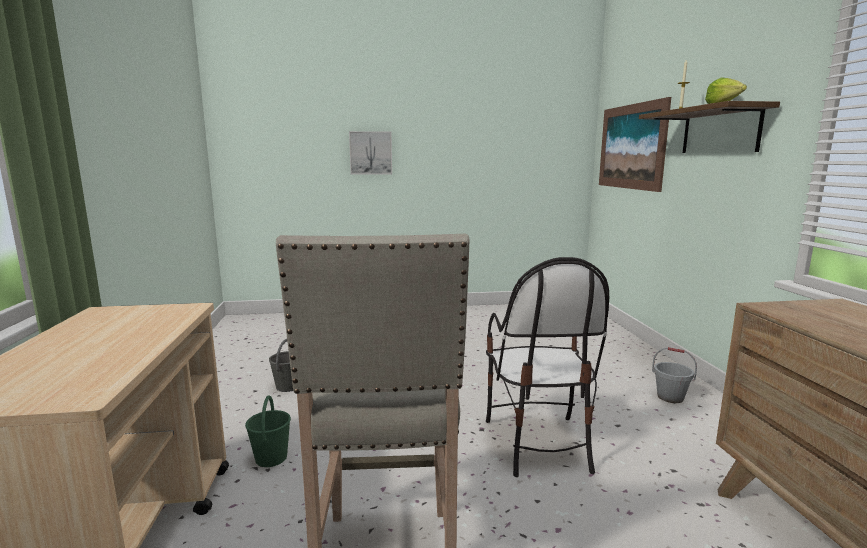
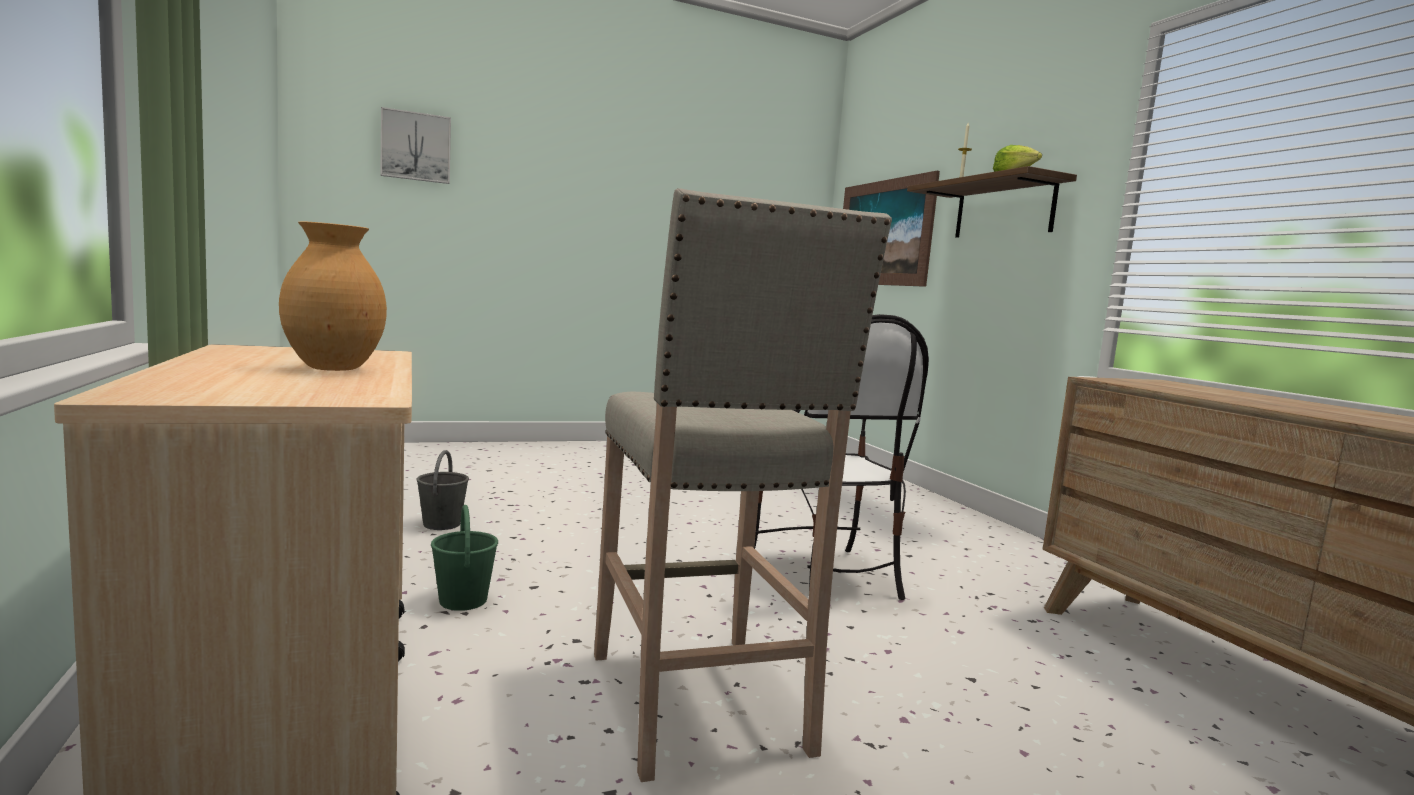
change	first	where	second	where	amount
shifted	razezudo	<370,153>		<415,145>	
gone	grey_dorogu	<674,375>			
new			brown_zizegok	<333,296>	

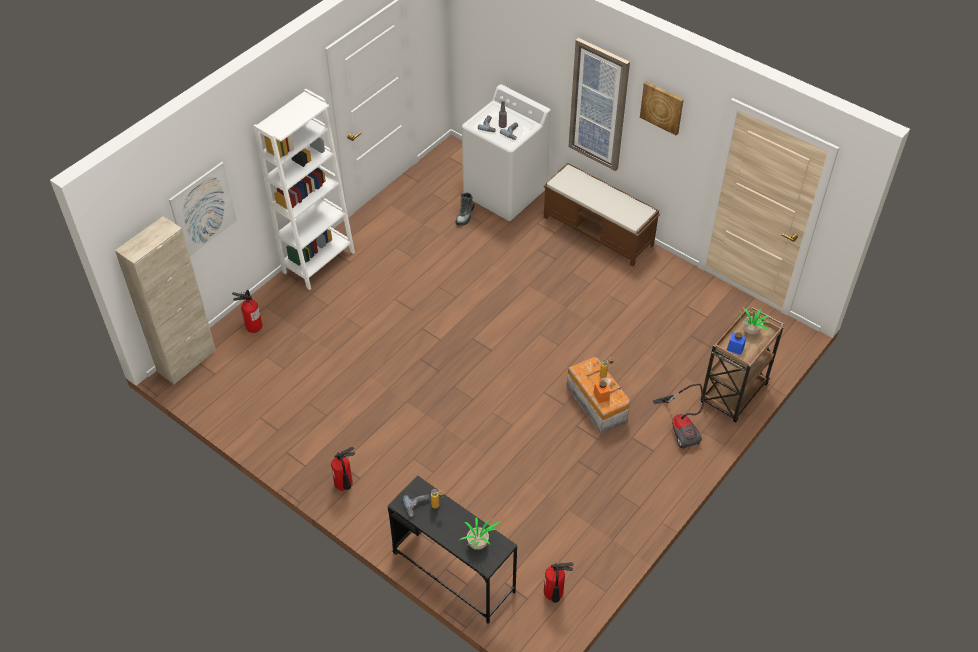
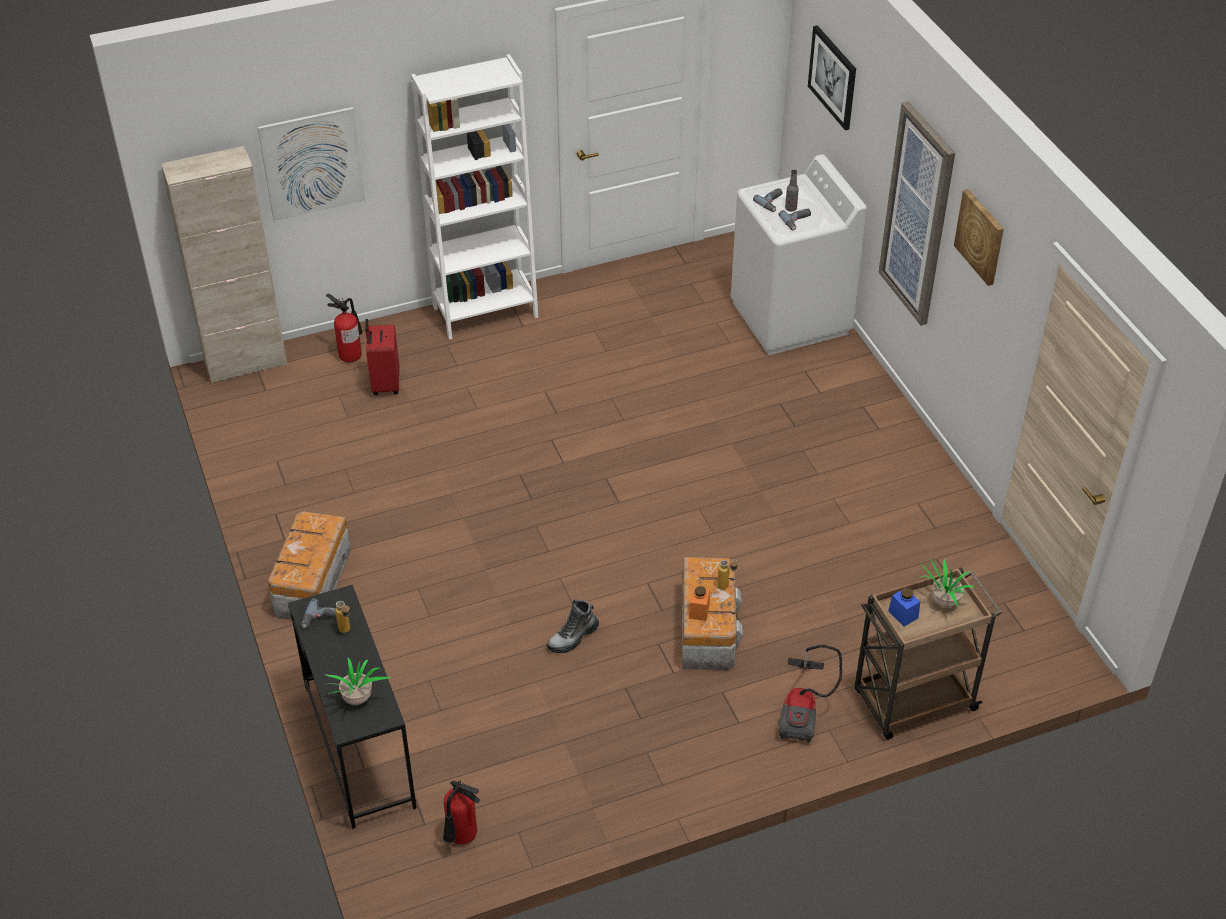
change	first	where	second	where	amount
gone	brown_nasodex	<602,215>			
shifted	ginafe	<465,209>		<573,626>	
swapped	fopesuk	<343,469>	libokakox	<309,565>	
new			razezudo	<832,77>	
new			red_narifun	<382,357>	

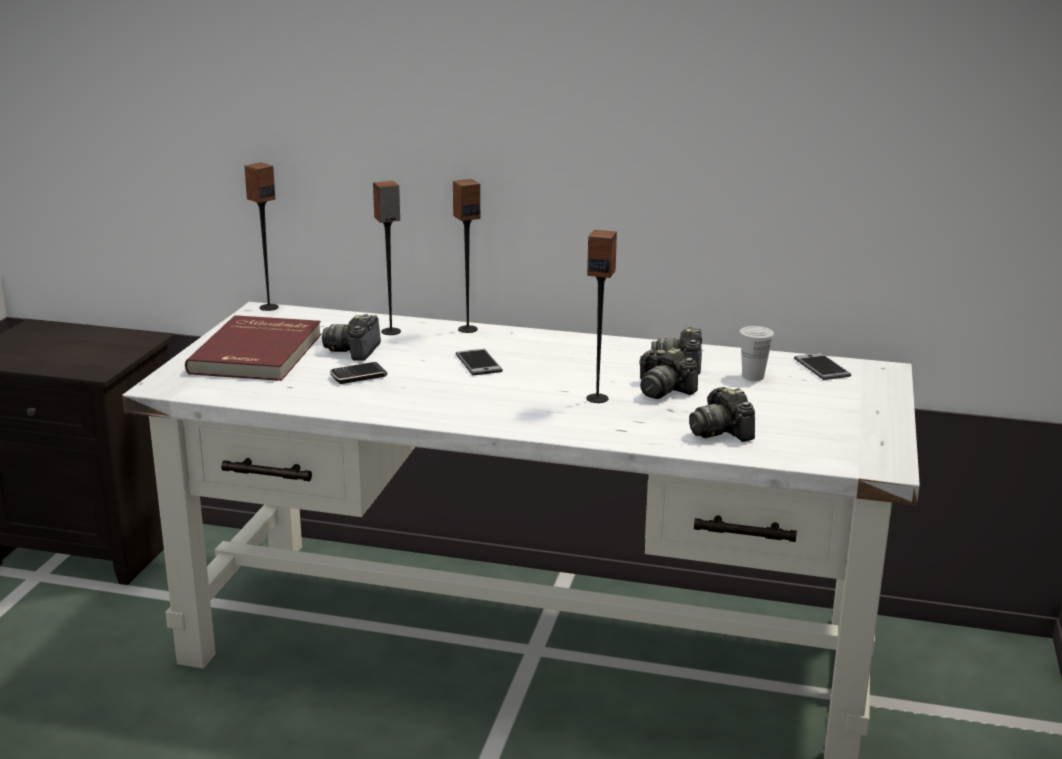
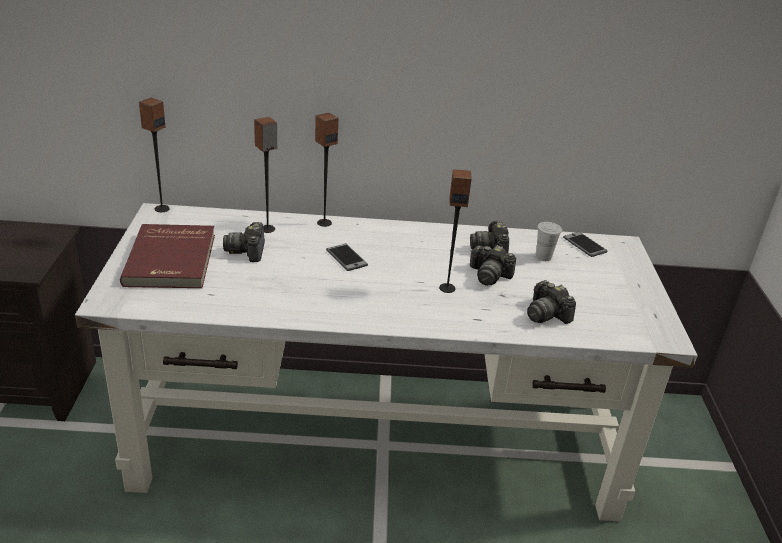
change	first	where	second	where	amount
gone	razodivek	<359,373>			

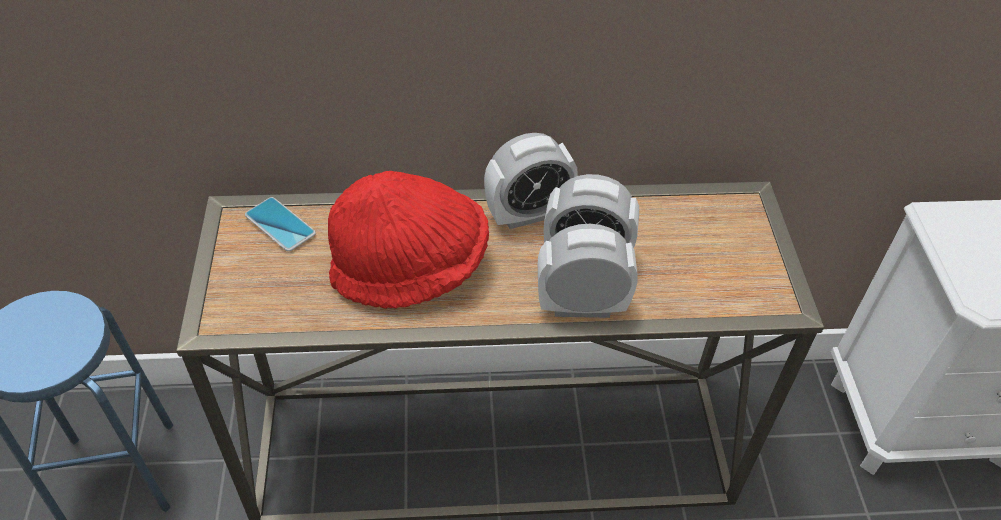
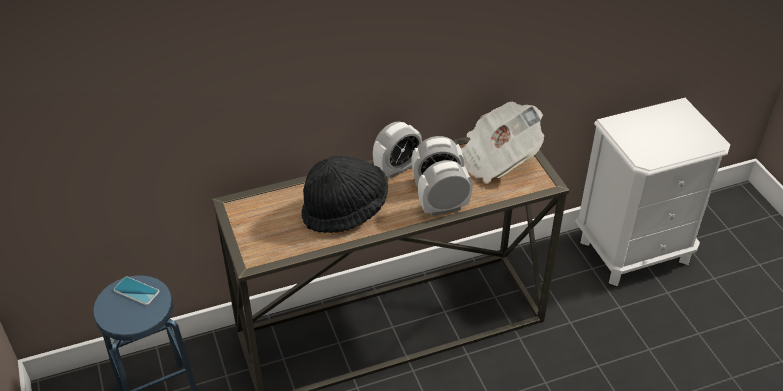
change	first	where	second	where	amount
repainted	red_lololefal	<408,240>	black_lololefal	<344,194>	
shifted	razodivek	<280,224>		<136,290>	
new			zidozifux	<502,142>	

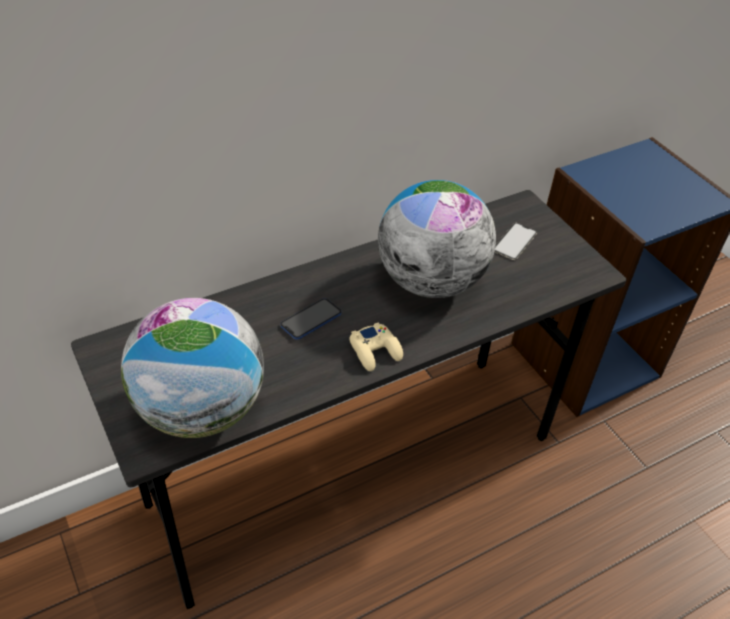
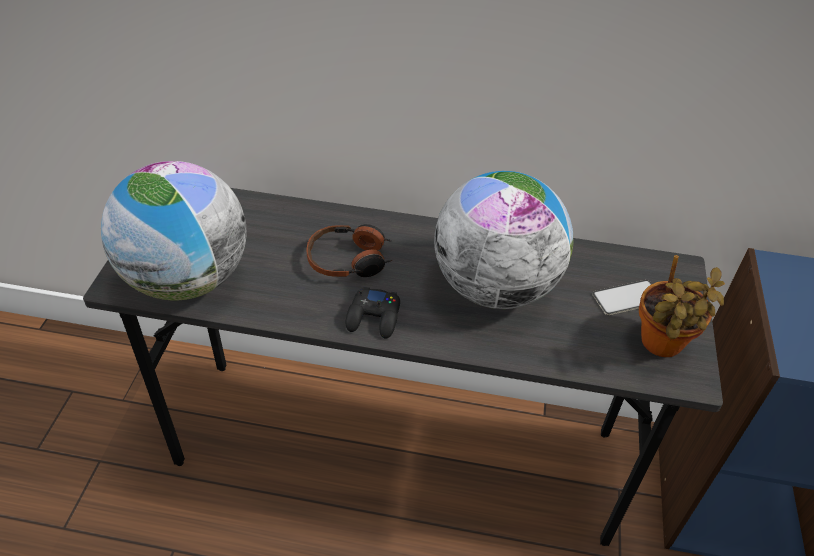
change	first	where	second	where	amount
swapped	razodivek	<310,319>	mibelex	<349,250>	
repainted	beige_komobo	<376,347>	black_komobo	<373,313>	
new			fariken	<682,306>	

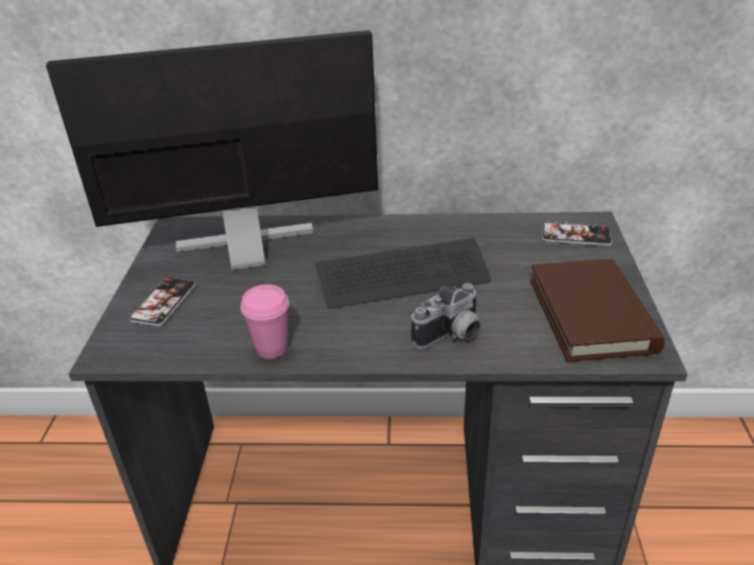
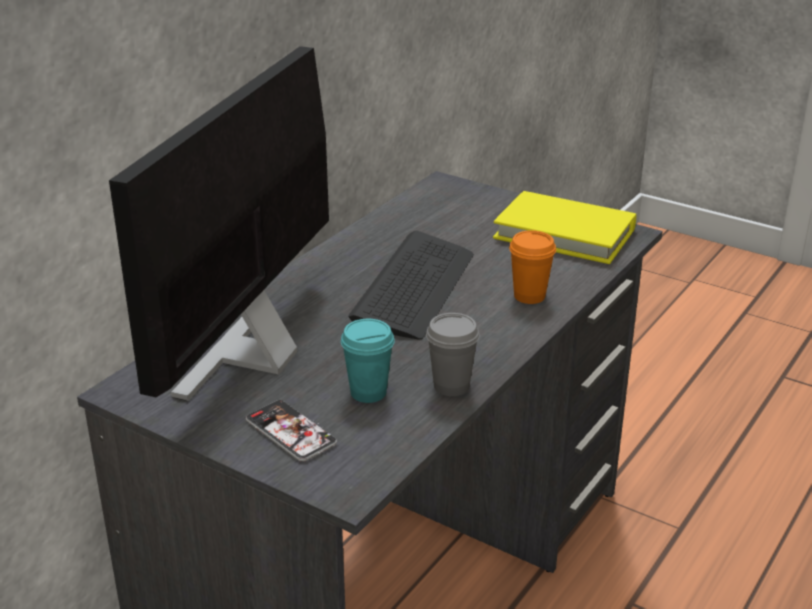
change	first	where	second	where	amount
gone	razodivek	<577,233>			
repainted	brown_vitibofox	<597,310>	yellow_vitibofox	<564,227>	
swapped	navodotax	<446,316>	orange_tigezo	<532,267>	
repainted	pink_tigezo	<265,321>	grey_tigezo	<453,354>	
new			turquoise_tigezo	<368,361>	

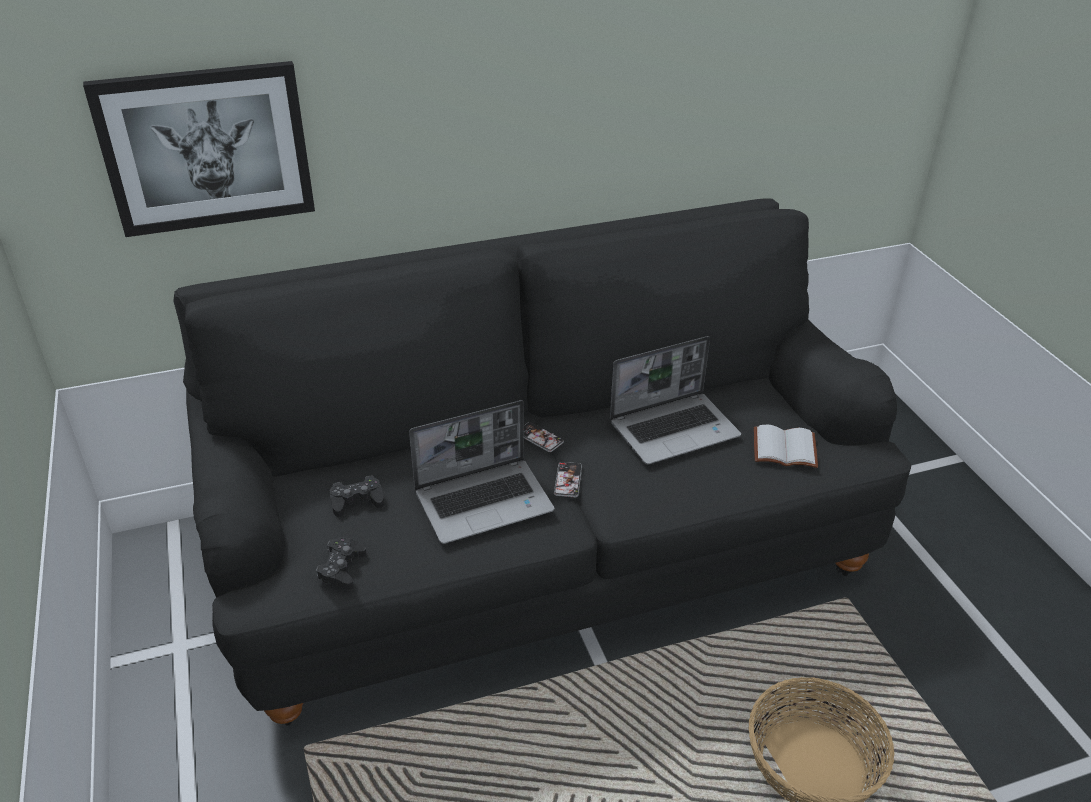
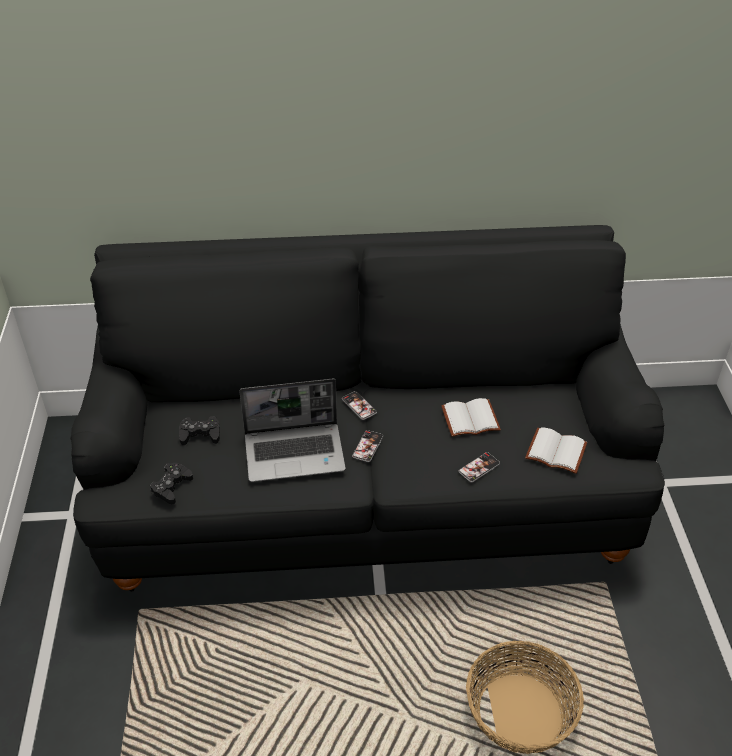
change	first	where	second	where	amount
gone	razezudo	<199,149>			
swapped	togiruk	<675,400>	white_vitibofox	<471,417>	
new			razodivek	<479,467>	

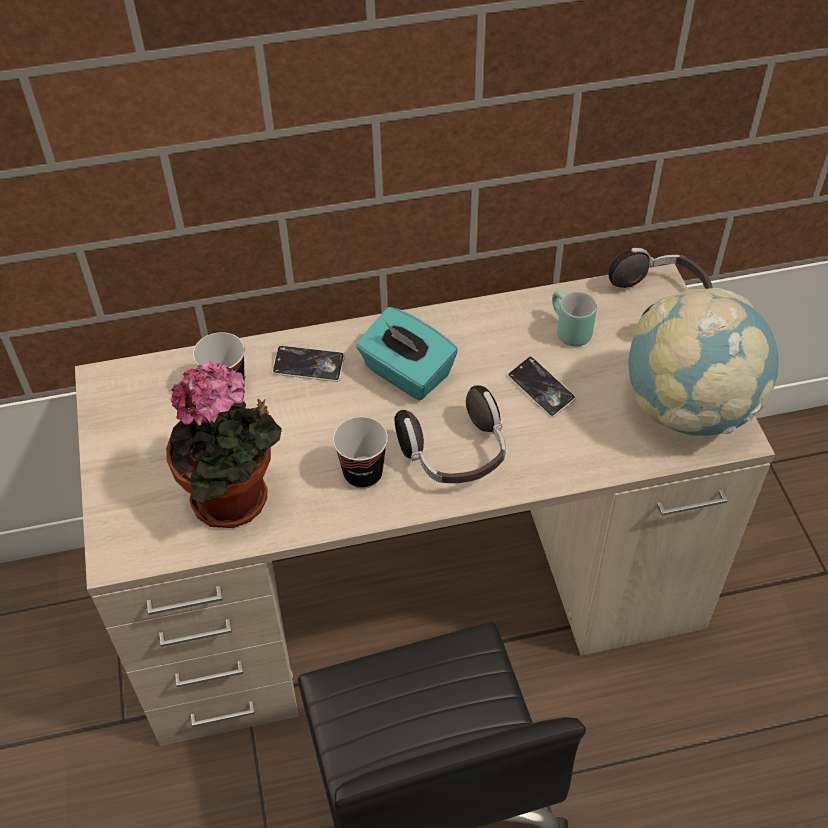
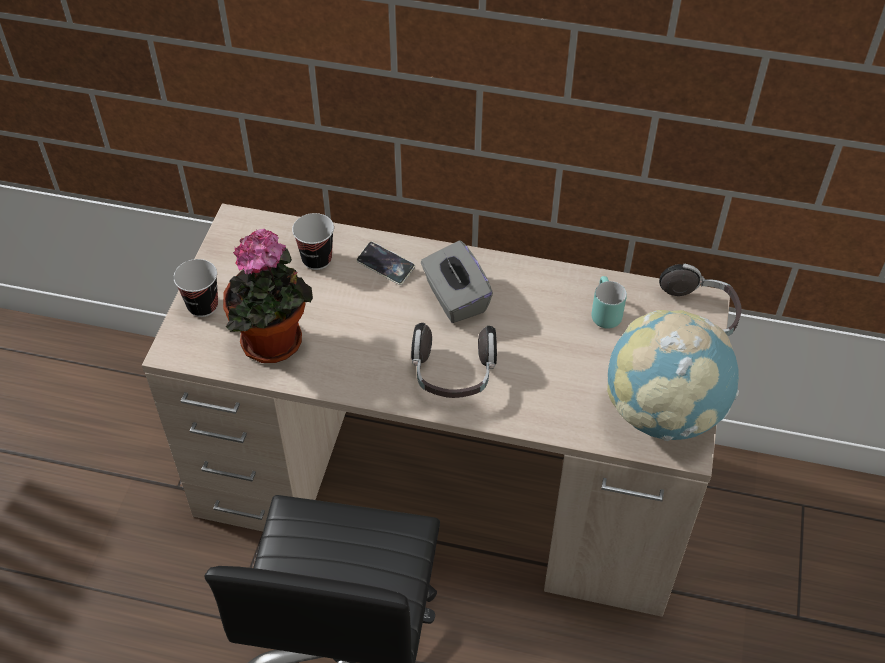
change	first	where	second	where	amount
repainted	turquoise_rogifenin	<407,353>	grey_rogifenin	<457,281>	
gone	razodivek	<542,387>			
shifted	tigezo	<360,453>		<195,288>	

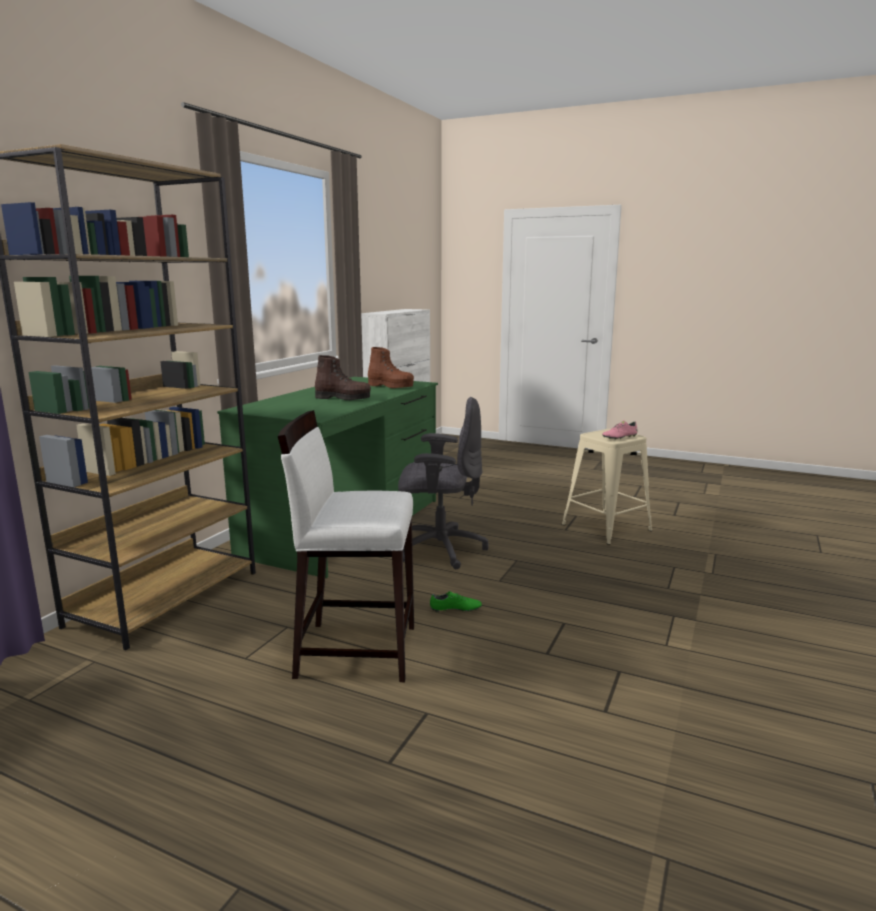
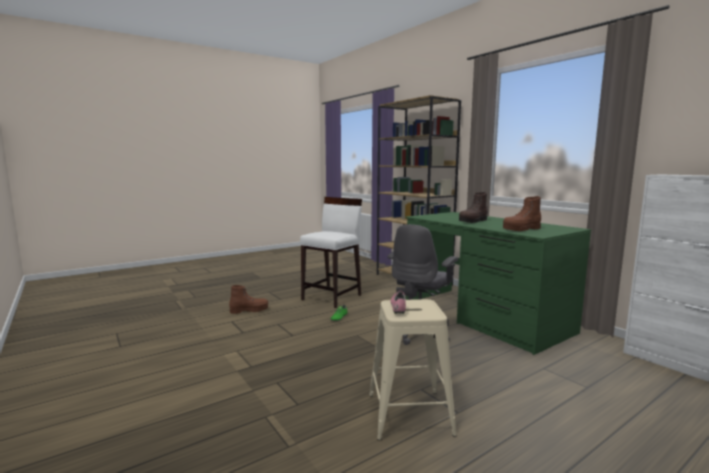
change	first	where	second	where	amount
new			brown_ginafe	<248,299>	

